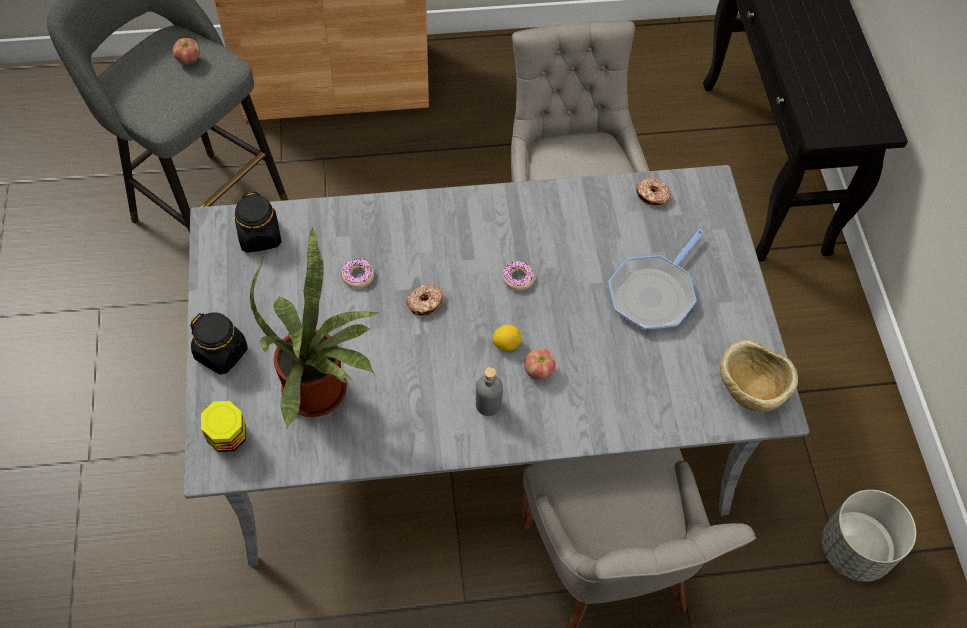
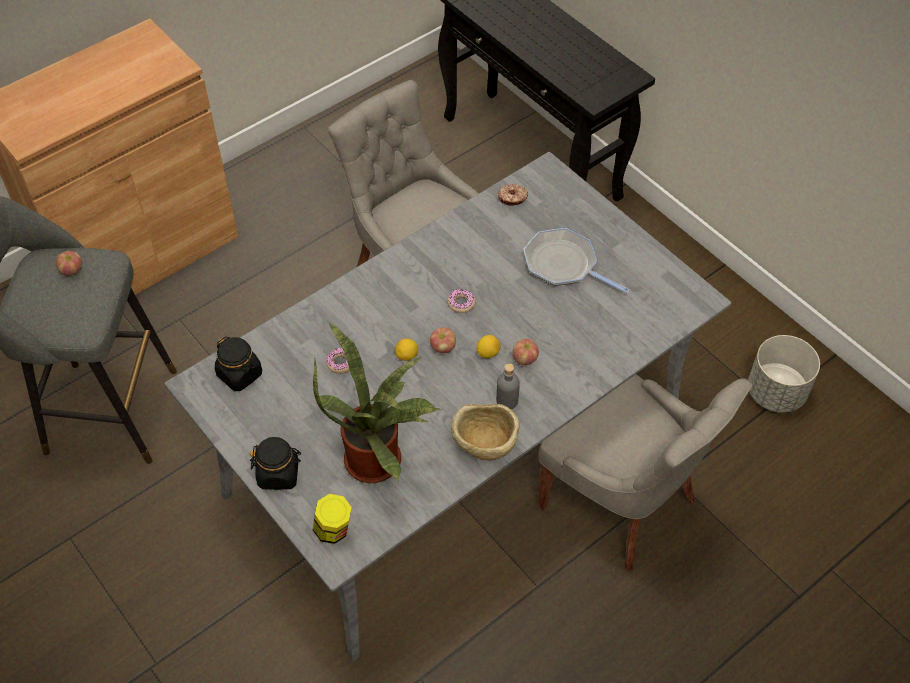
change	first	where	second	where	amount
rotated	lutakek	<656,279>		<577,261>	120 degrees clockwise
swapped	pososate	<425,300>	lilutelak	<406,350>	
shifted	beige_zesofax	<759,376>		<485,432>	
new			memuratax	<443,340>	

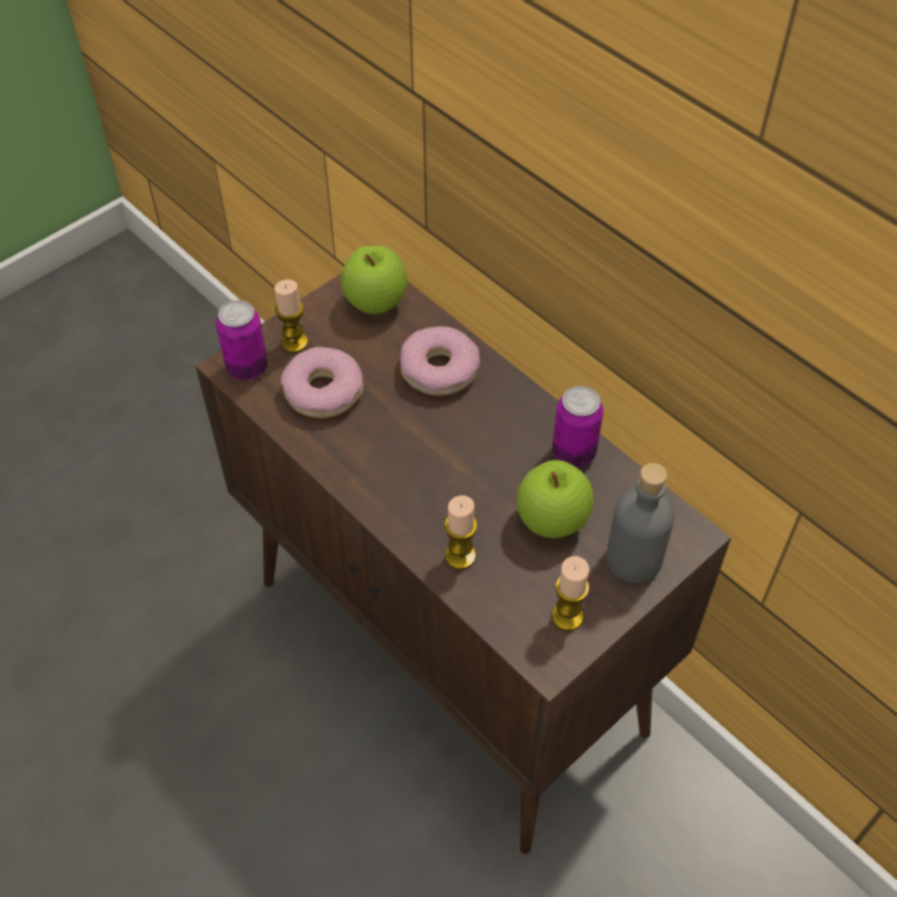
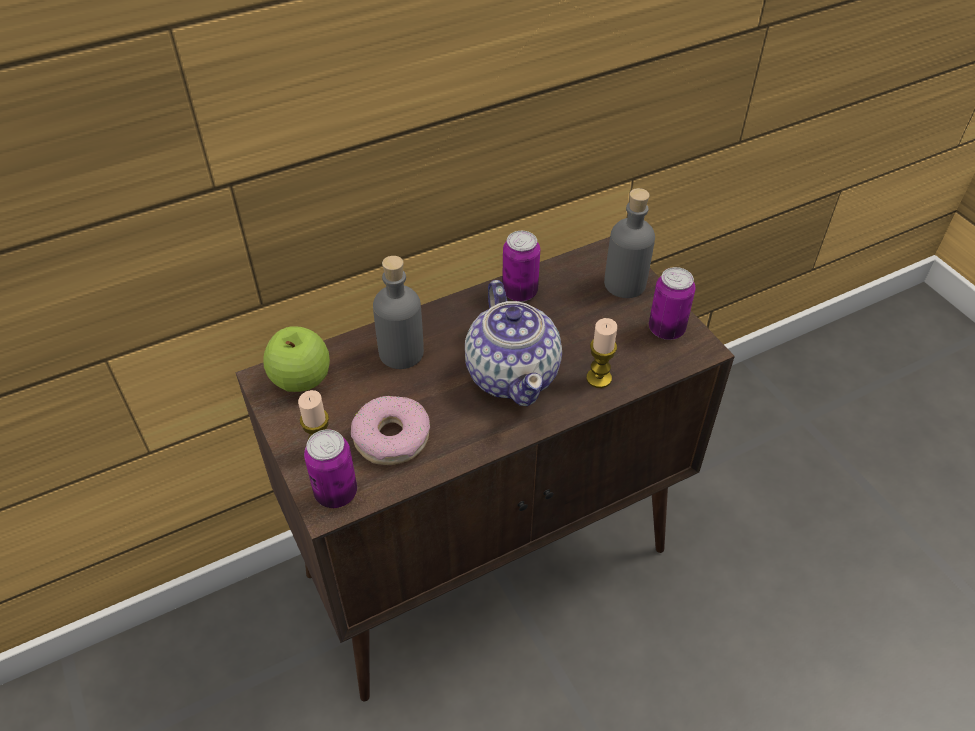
change	first	where	second	where	amount
swapped	pososate	<440,361>	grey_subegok	<398,312>	
gone	memuratax	<555,499>			
swapped	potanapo	<570,593>	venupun	<672,303>	
new			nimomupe	<513,343>	

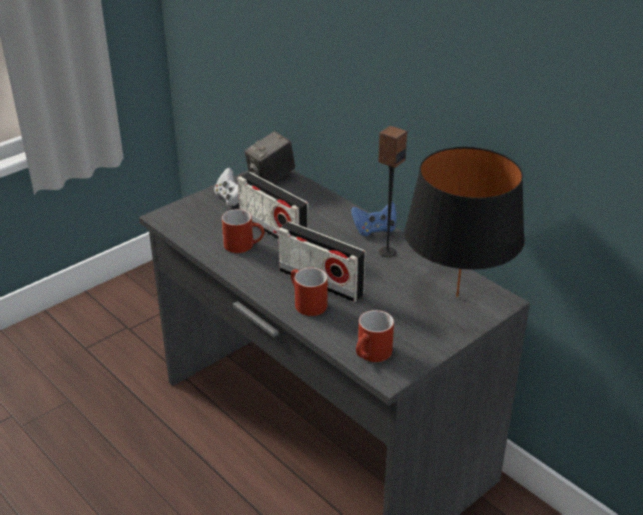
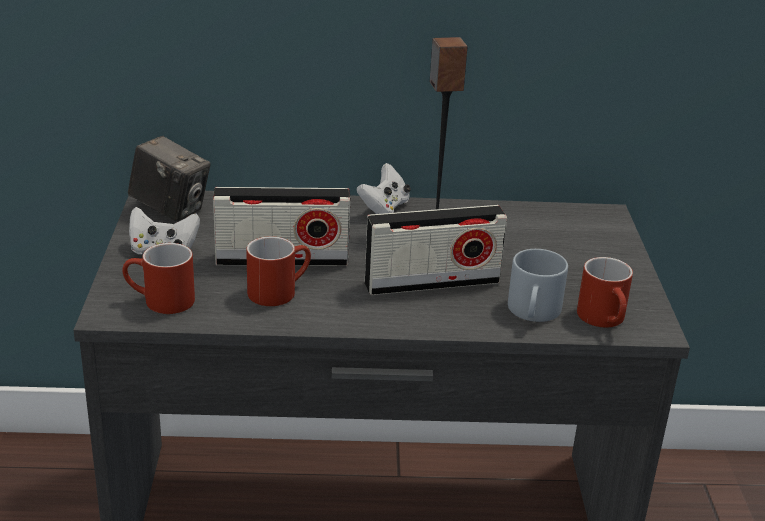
change	first	where	second	where	amount
rotated	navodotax	<270,157>		<169,179>	60 degrees counterclockwise
gone	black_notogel	<464,222>			
repainted	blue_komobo	<373,219>	white_komobo	<383,188>	
shifted	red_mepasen	<309,292>		<158,278>	
new			grey_mepasen	<538,285>	

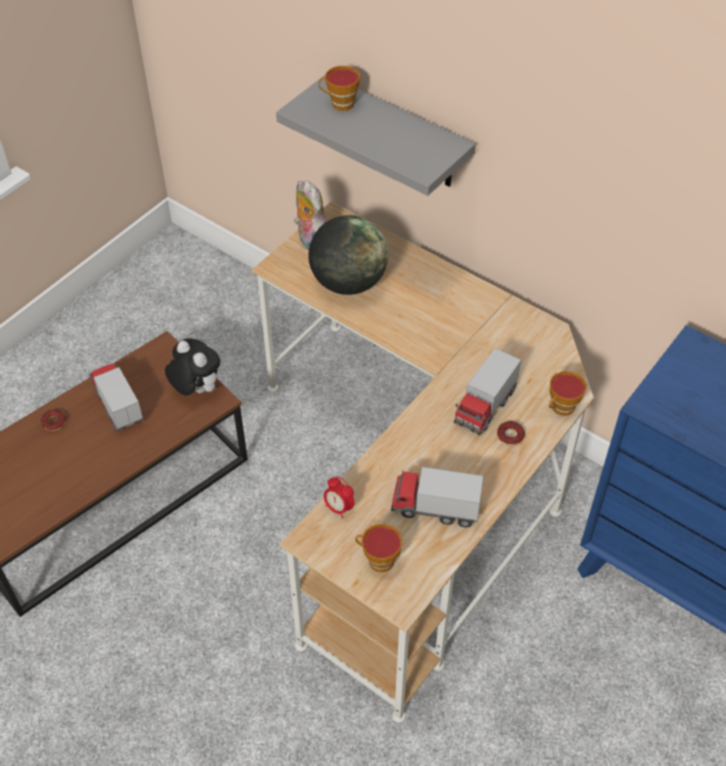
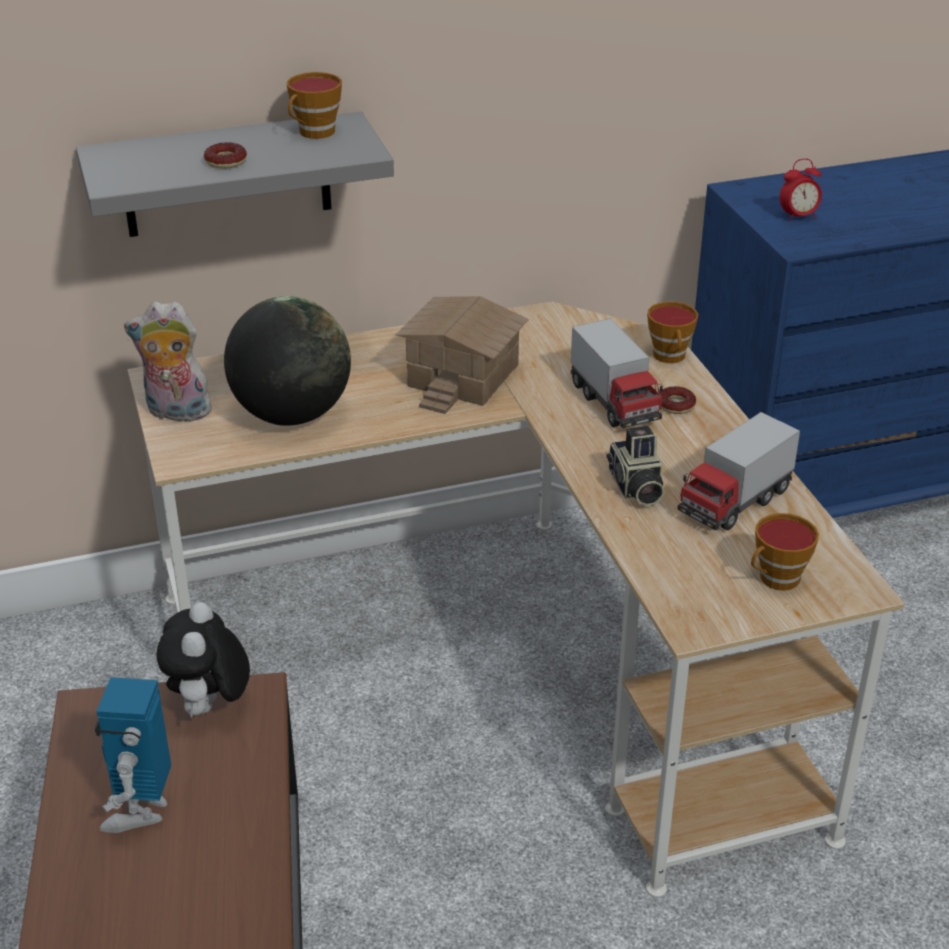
change	first	where	second	where	amount
shifted	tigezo	<339,88>		<314,105>	
rotated	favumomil	<192,367>		<203,660>	75 degrees counterclockwise
swapped	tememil	<116,397>	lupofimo	<133,755>	
shifted	pososate	<53,420>		<225,155>	
shifted	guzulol	<339,498>		<801,190>	
new			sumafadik	<462,355>	
new			navodotax	<635,466>	

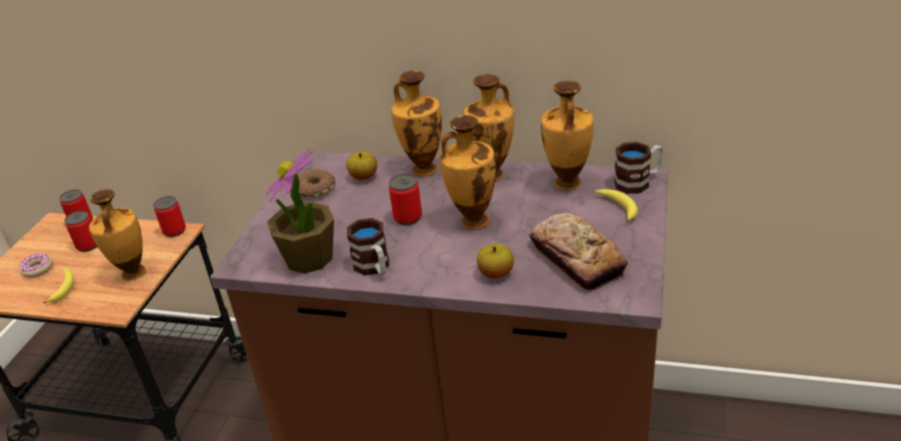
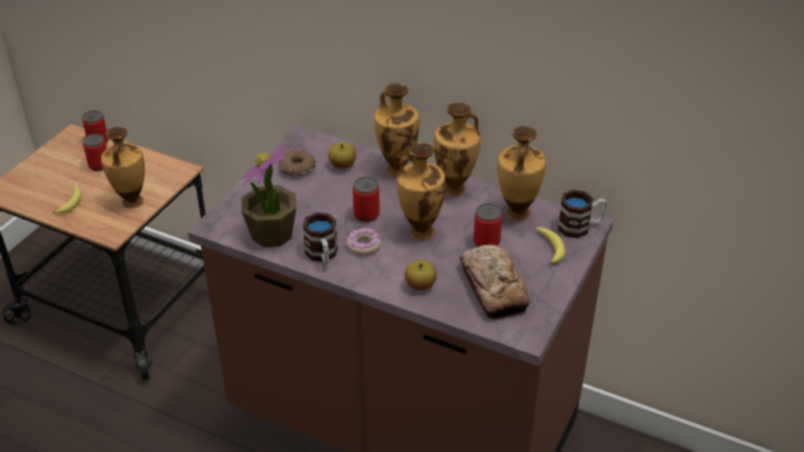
change	first	where	second	where	amount
shifted	venupun	<170,216>		<487,225>	
shifted	pososate	<36,265>		<364,241>	

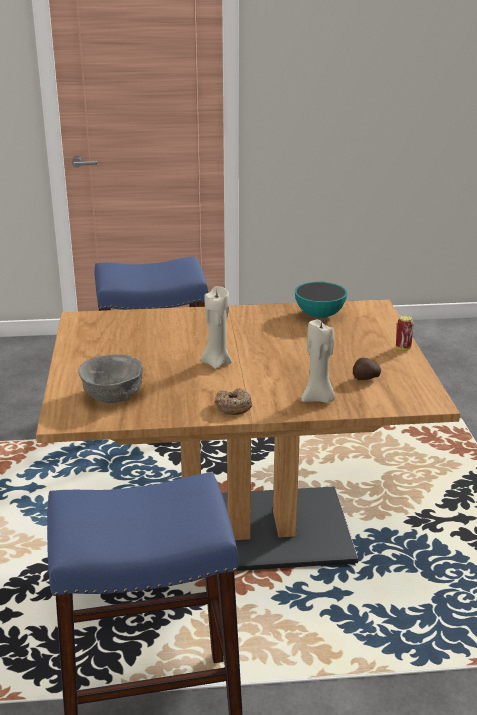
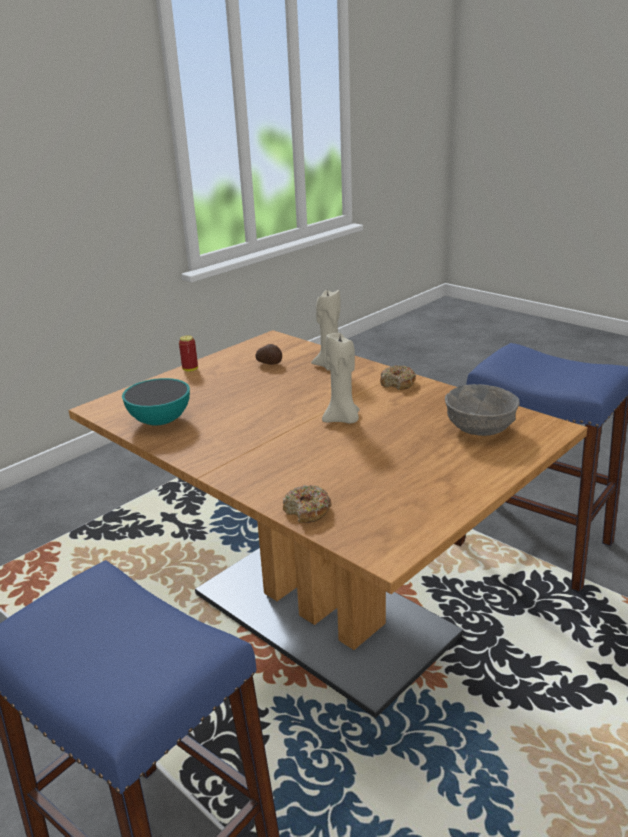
change	first	where	second	where	amount
new			pososate	<307,504>	

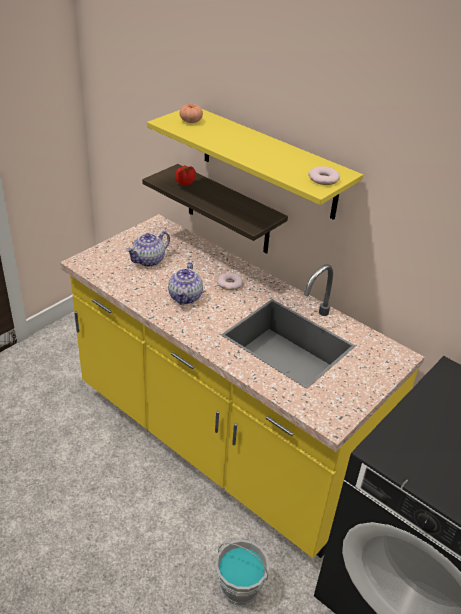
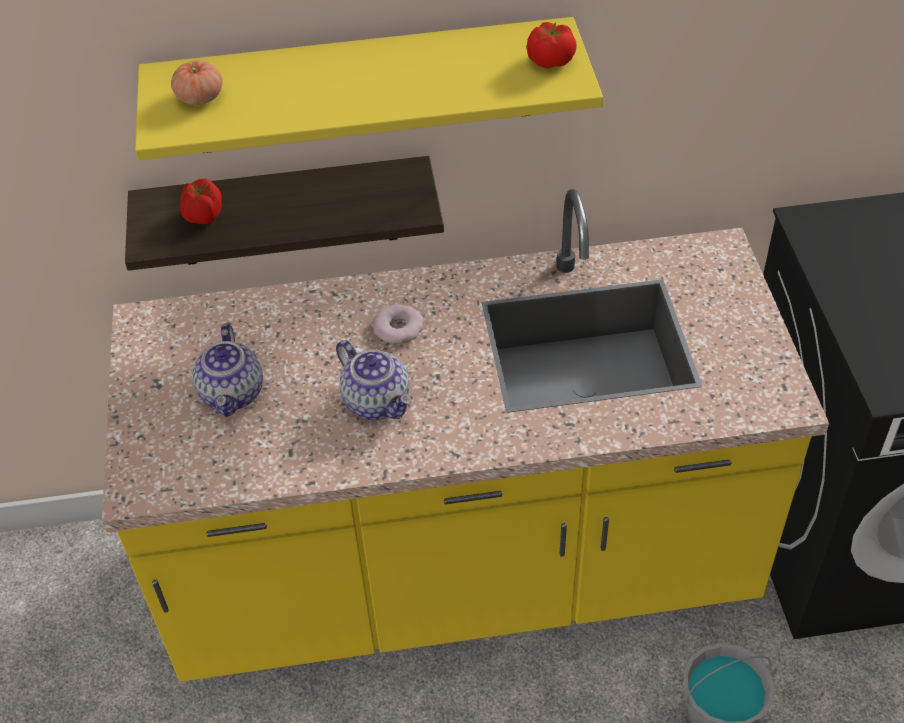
change	first	where	second	where	amount
swapped	pososate	<324,175>	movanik	<552,45>	

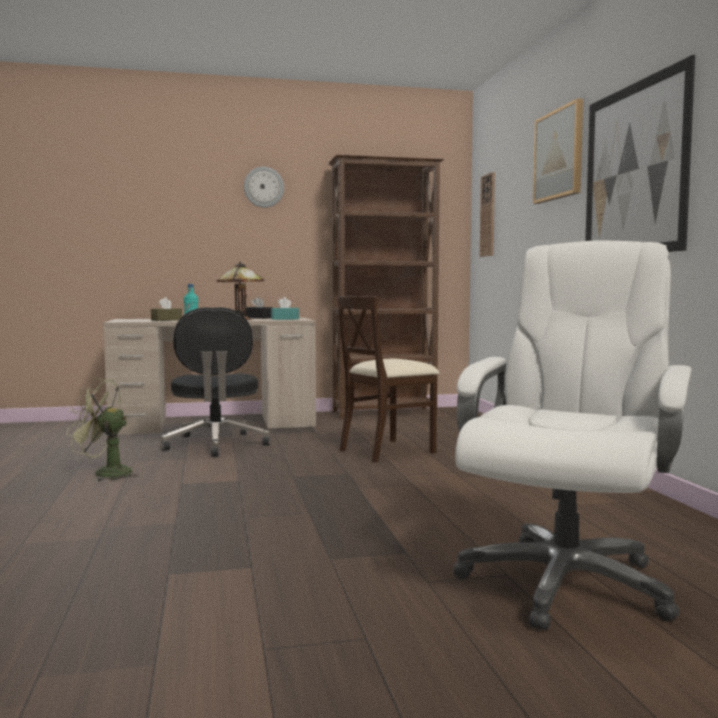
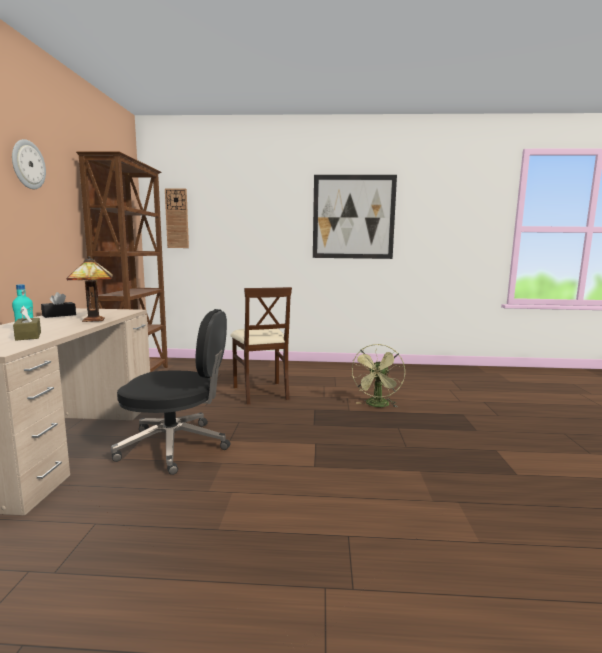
change	first	where	second	where	amount
gone	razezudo	<558,151>			
gone	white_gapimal	<572,435>			
gone	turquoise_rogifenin	<285,308>			
shifted	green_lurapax	<102,429>		<378,375>	

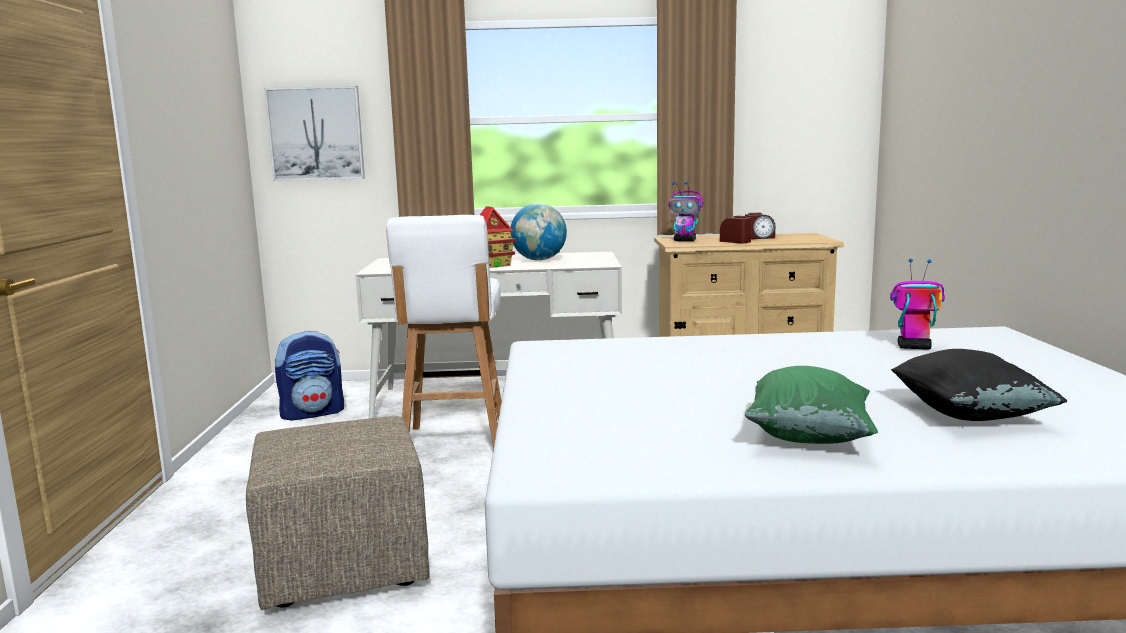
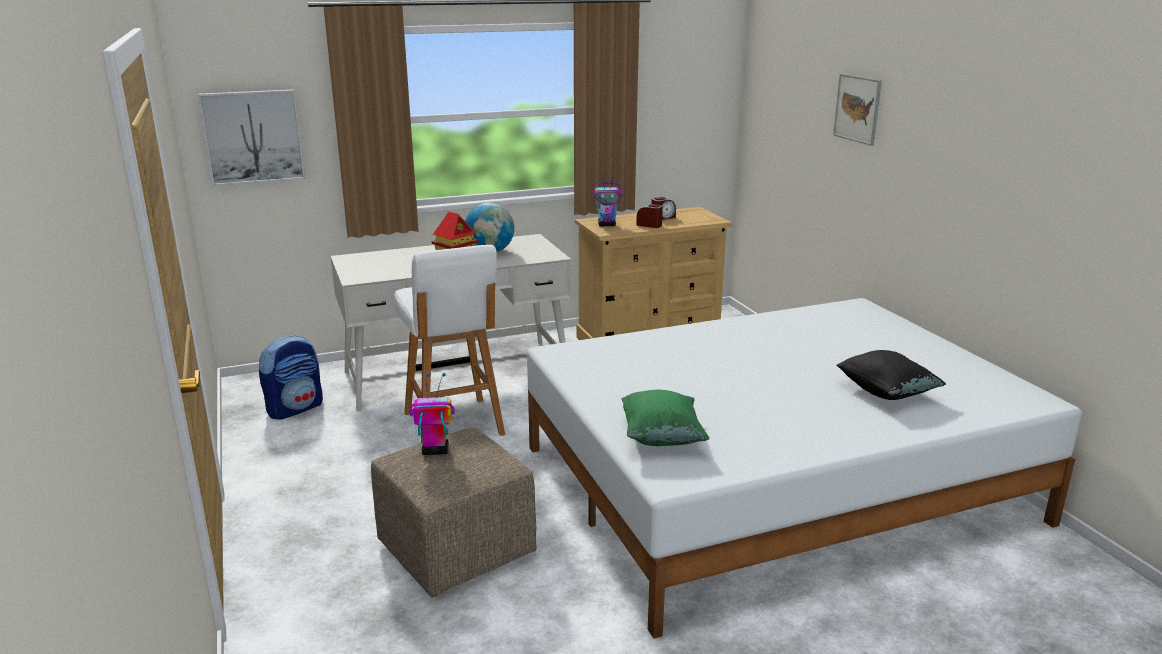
change	first	where	second	where	amount
shifted	lupofimo	<917,304>		<432,414>	
shifted	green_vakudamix	<811,405>		<665,418>	
new			razezudo	<857,110>	

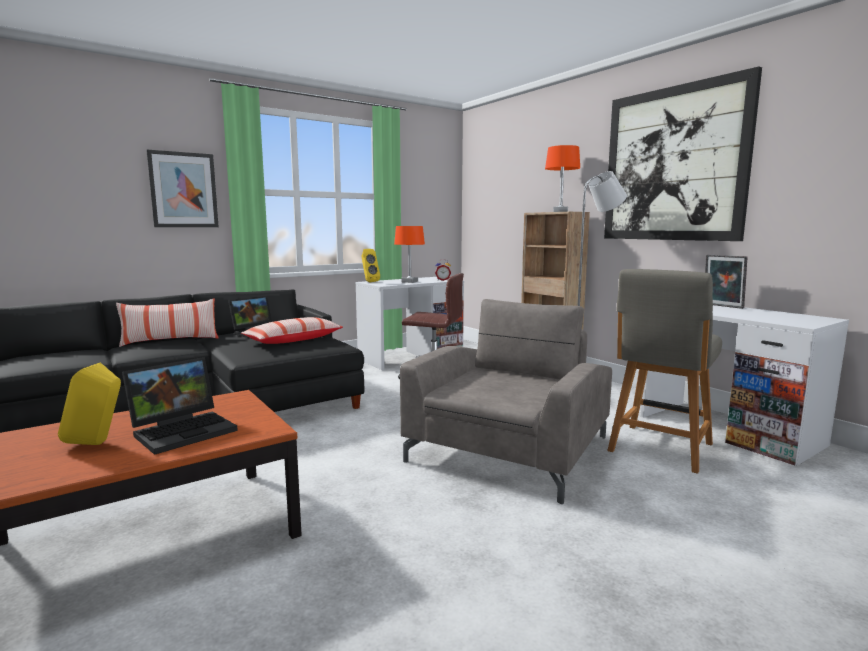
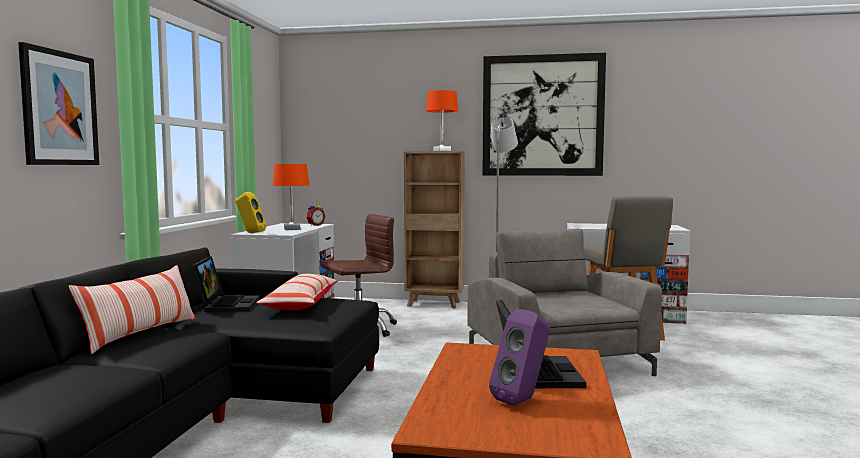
change	first	where	second	where	amount
gone	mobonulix	<726,282>			
repainted	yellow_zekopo	<89,403>	purple_zekopo	<519,357>	

